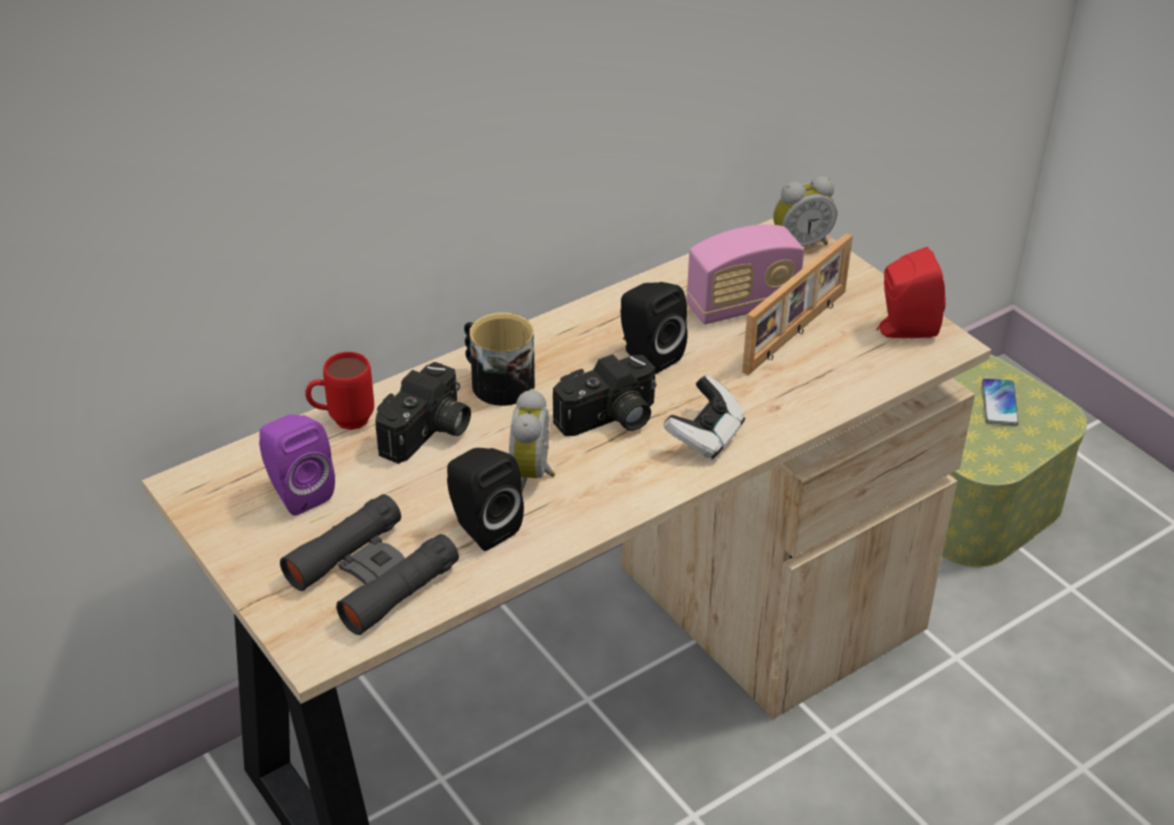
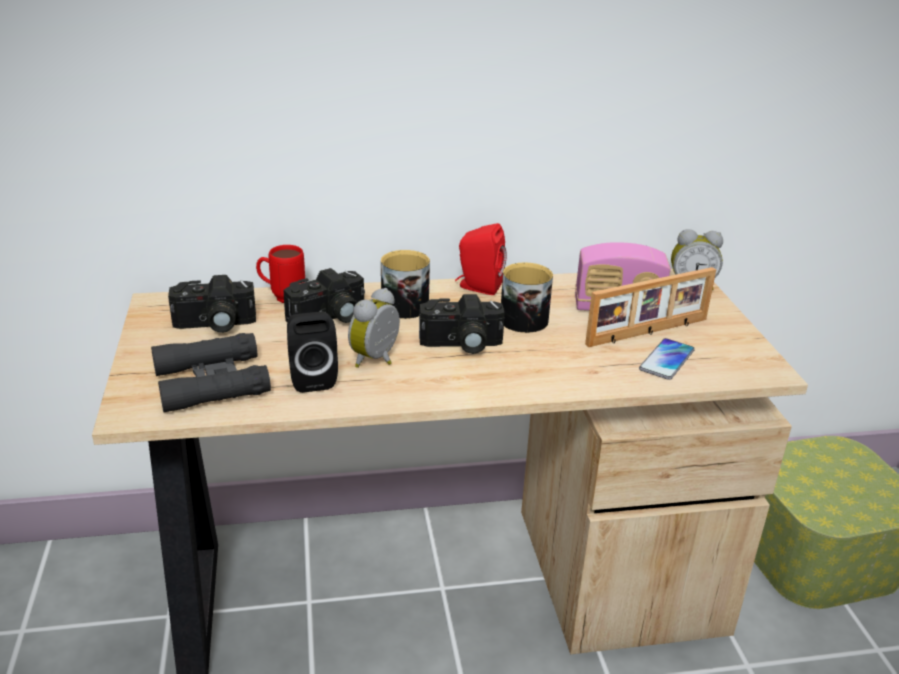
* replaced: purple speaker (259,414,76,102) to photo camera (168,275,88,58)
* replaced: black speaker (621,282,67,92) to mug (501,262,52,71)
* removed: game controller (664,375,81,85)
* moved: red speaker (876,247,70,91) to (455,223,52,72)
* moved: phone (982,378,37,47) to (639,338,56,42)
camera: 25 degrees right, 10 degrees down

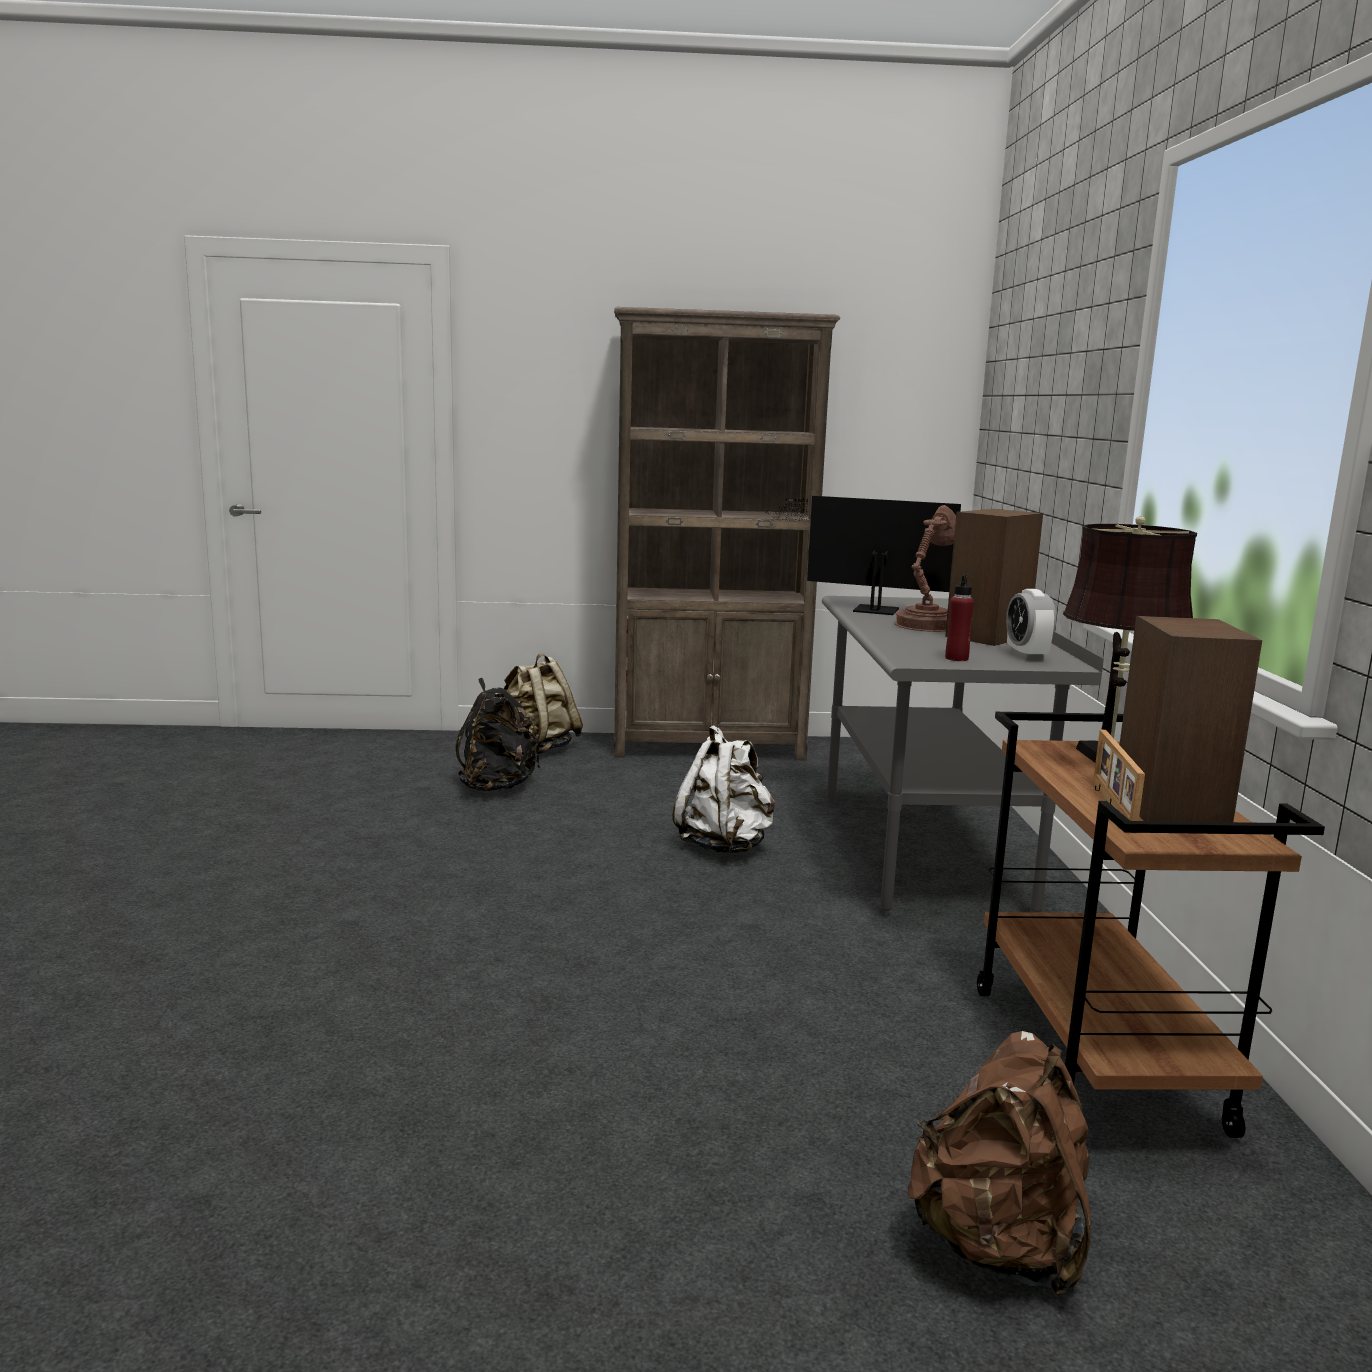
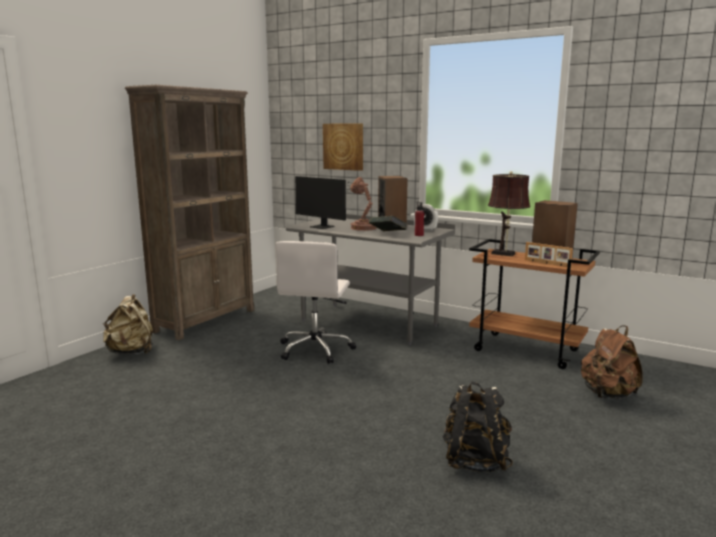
* moved: black backpack (455,678,85,113) to (443,381,70,92)
* replaced: white backpack (673,725,102,128) to white office chair (275,241,81,123)
* turned: monitor (768,496,193,119) = (295,176,65,53) 105 degrees counterclockwise
* added: picture (323,123,40,48)
* added: book (369,216,39,15)
camera: 55 degrees left, 0 degrees up

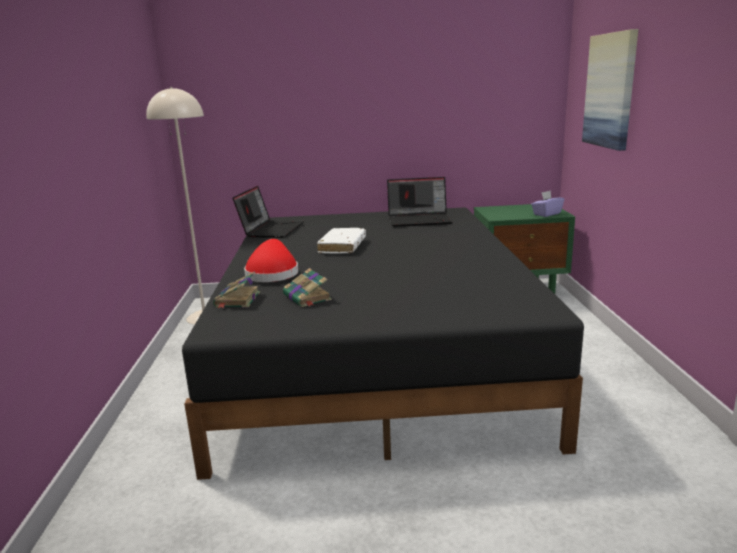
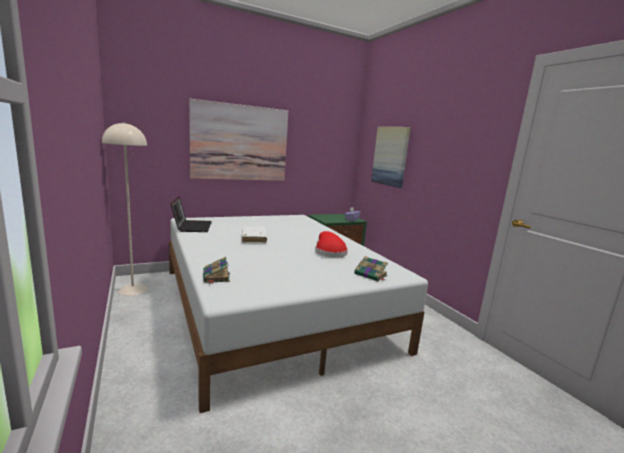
* recoloured: black bed (182,207,402,273) to white bed (169,215,259,198)
* moved: red hat (244,239,54,43) to (315,231,33,27)
* moved: book (283,268,49,39) to (354,256,34,25)
* removed: laptop (387,177,65,50)
* added: picture (189,99,99,82)
camera: 25 degrees left, 5 degrees down

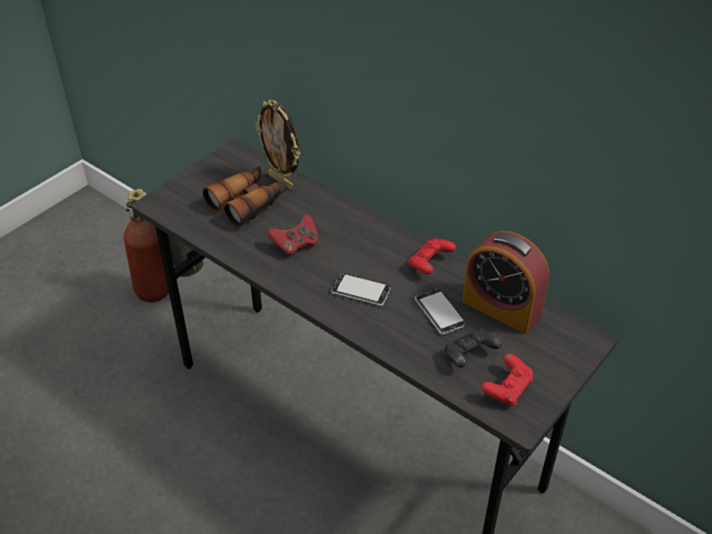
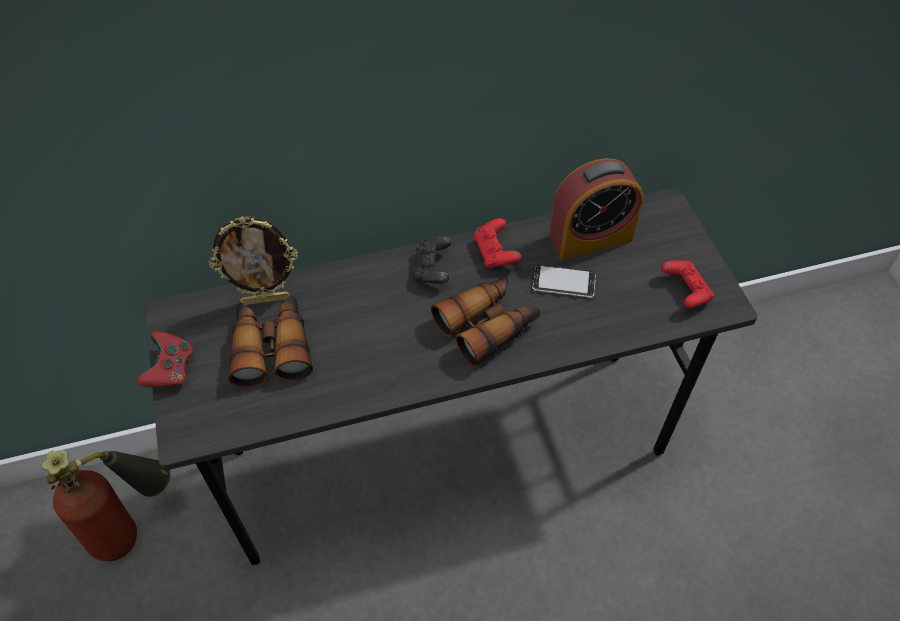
* moved: red game controller (267,214,51,42) to (137,331,56,56)
* replaced: phone (331,273,60,33) to binoculars (431,275,109,92)
* moved: black game controller (445,328,57,40) to (413,236,39,48)
camera: 55 degrees left, 10 degrees up

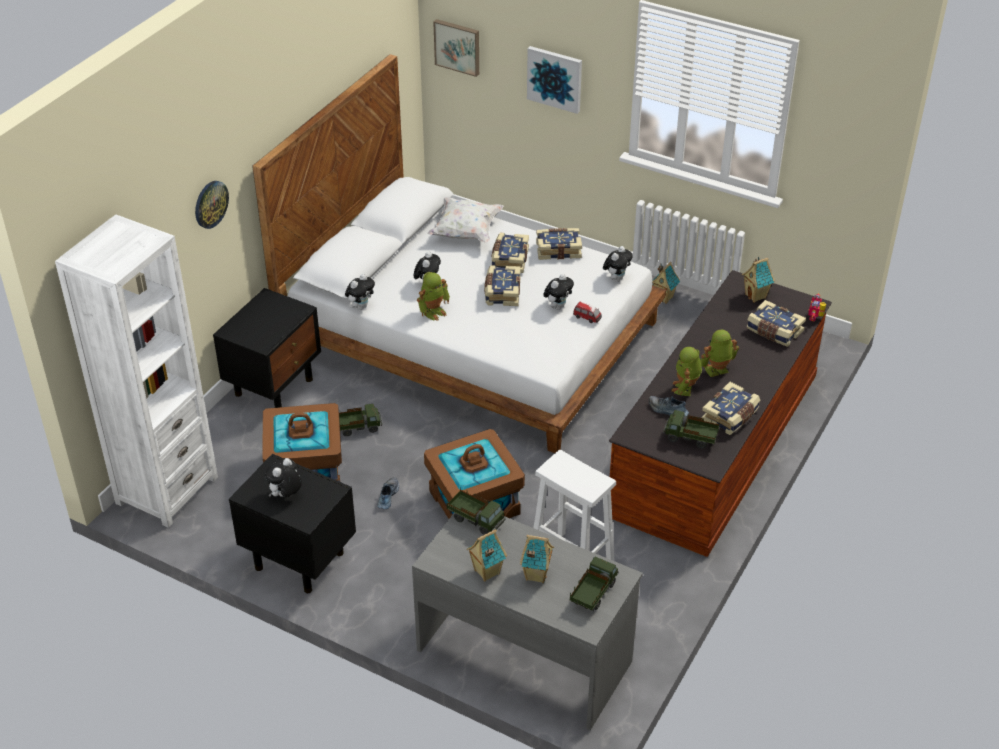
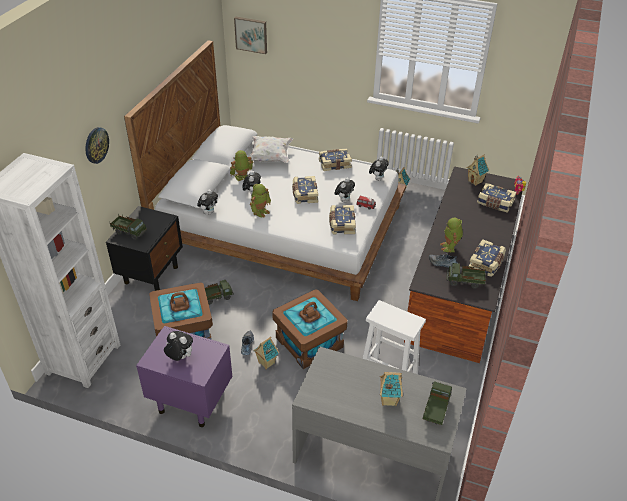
* recoloured: black nightstand (229,454,127,139) to purple nightstand (136,326,96,101)
* turned: plush toy (265,458,37,39) = (164,331,29,30) 90 degrees clockwise
* moved: toy truck (447,488,59,47) to (109,214,38,26)
* moved: toy house (467,529,40,53) to (253,337,26,32)
* moved: book (492,233,37,40) to (329,205,27,29)
* removed: picture (527,46,55,68)
* moved: toy robot (700,330,39,47) to (230,150,23,31)
camera: 10 degrees left, 0 degrees up

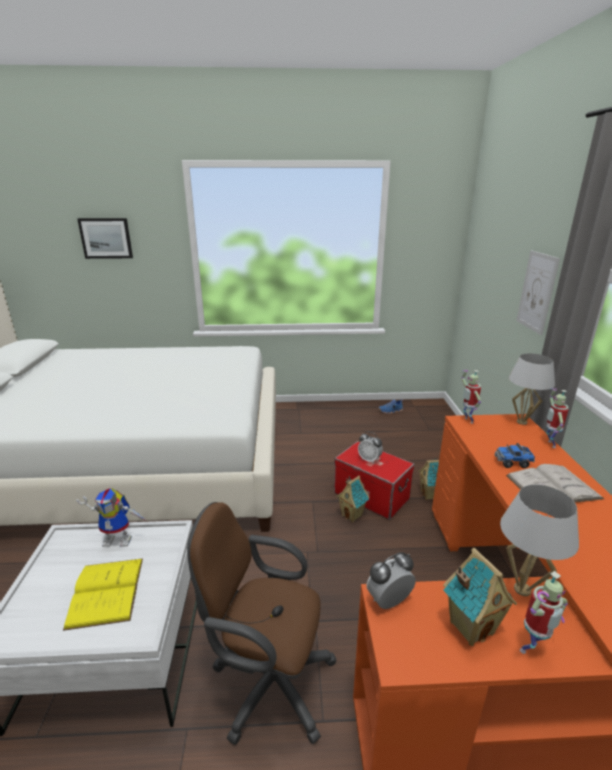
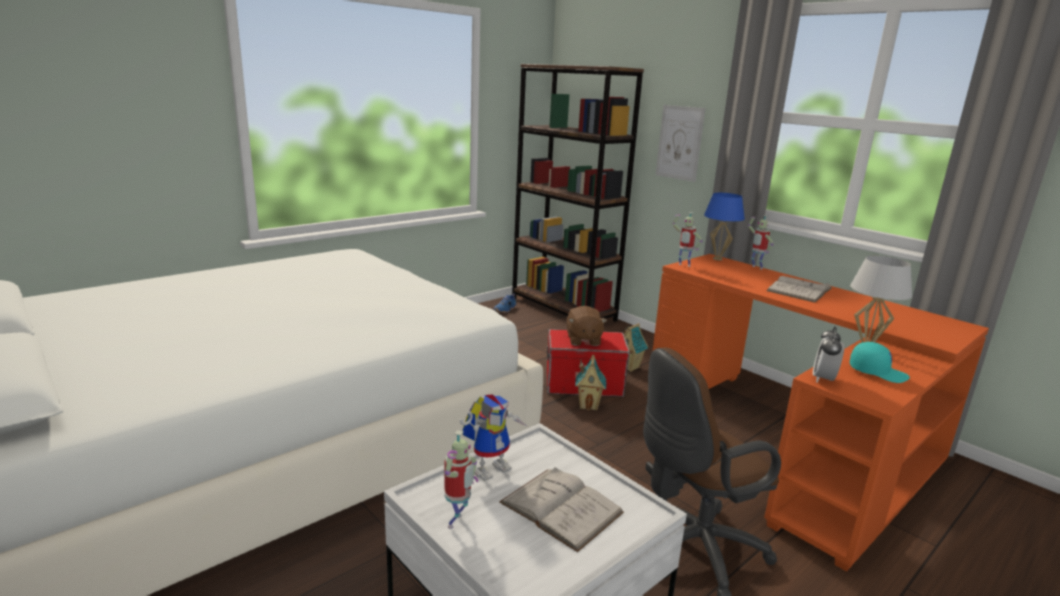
* recoloured: yellow book (63,558,80,73) to white book (499,468,125,84)
* removed: picture (77,218,56,41)
* replaced: alarm clock (358,432,25,32) to brown plush toy (567,306,40,40)
* replaced: toy house (443,548,74,98) to turquoise cap (850,342,60,41)
* removed: toy truck (495,443,40,25)
* recoloured: white table lamp (509,353,46,72) to blue table lamp (704,193,41,67)
* moved: toy robot (520,571,48,83) to (444,430,34,99)
* added: brown bookcase (512,64,132,258)
camera: 40 degrees left, 5 degrees down

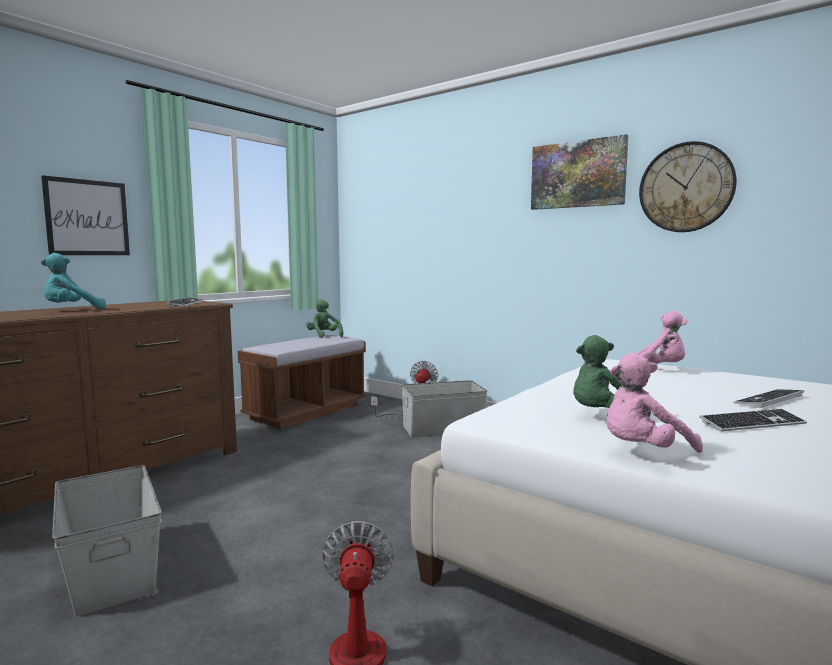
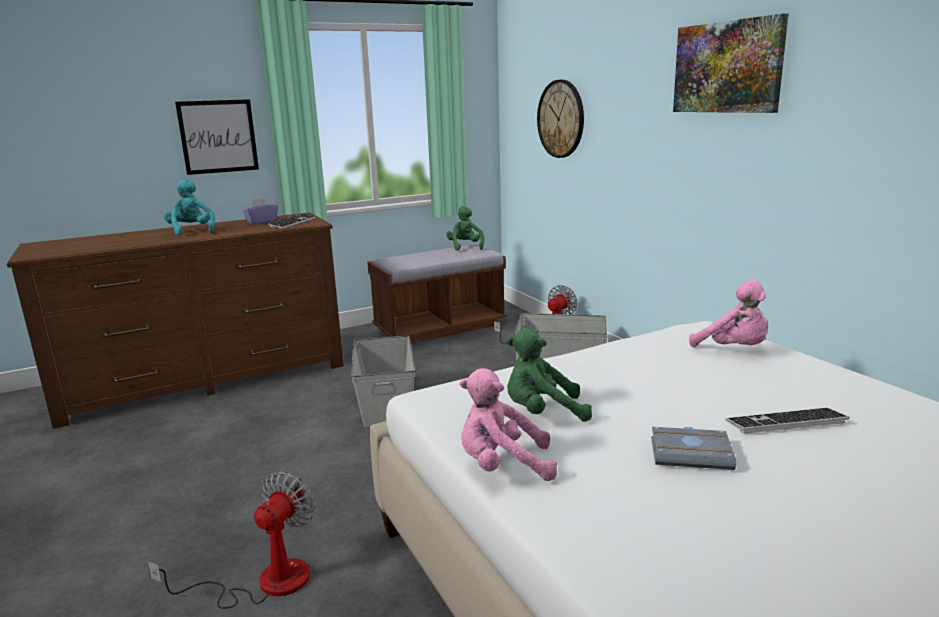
* turned: turquoise plush toy (41,253,65,55) = (164,179,51,56) 75 degrees clockwise
* moved: grey storage box (52,465,110,152) to (351,335,64,92)
* moved: wall clock (639,141,98,91) to (537,80,47,78)
* replaced: keyboard (700,409,107,22) to grey book (651,427,85,43)
* added: purple tissue box (243,197,35,28)
camera: 25 degrees right, 10 degrees up

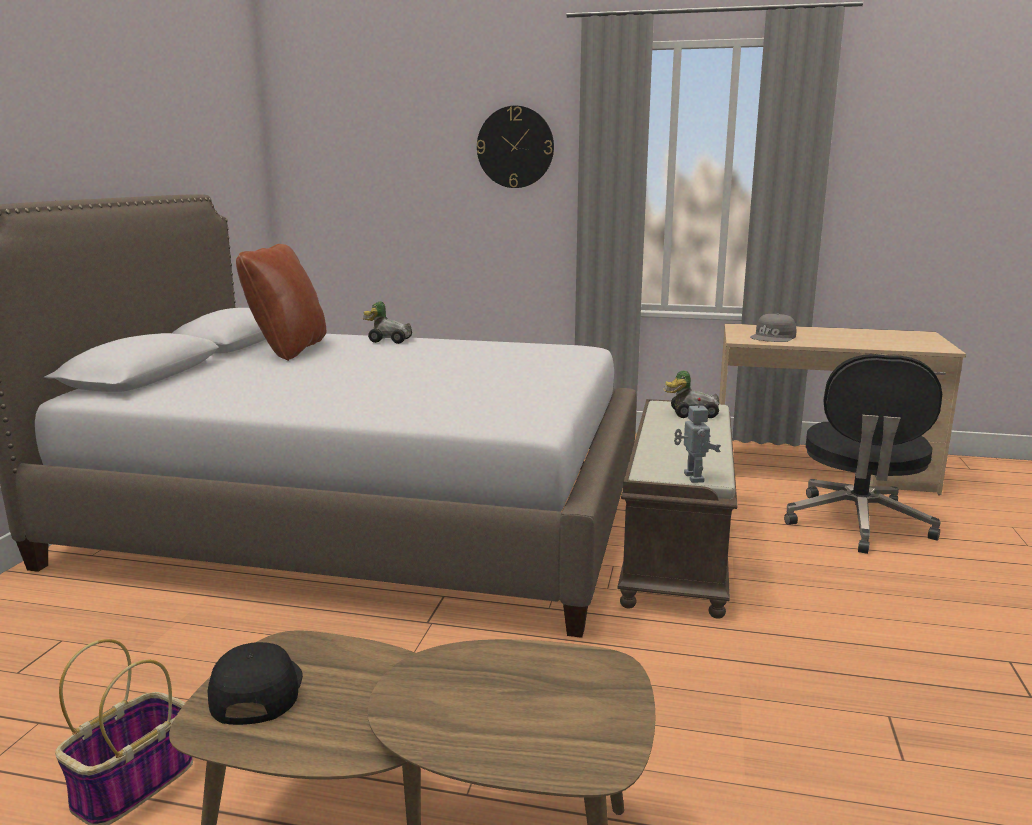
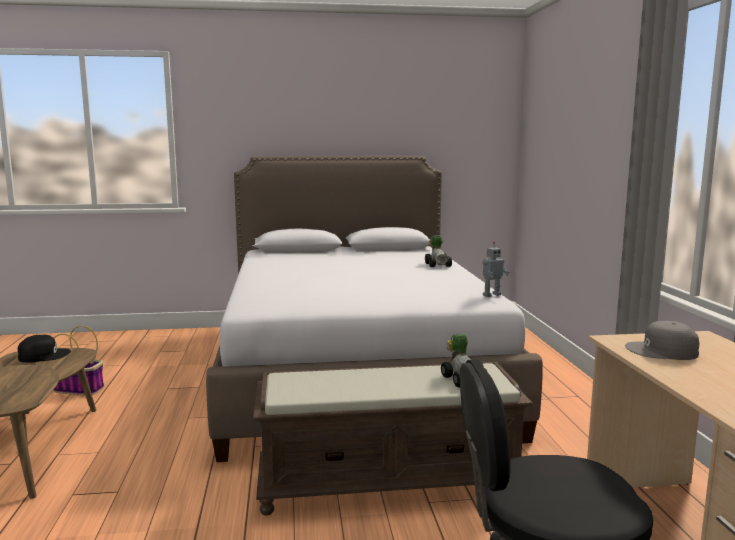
* removed: brown pillow (236,244,91,117)
* removed: wall clock (477,106,77,82)
* moved: toy robot (674,398,47,85) to (482,242,27,55)
camera: 70 degrees right, 5 degrees down

